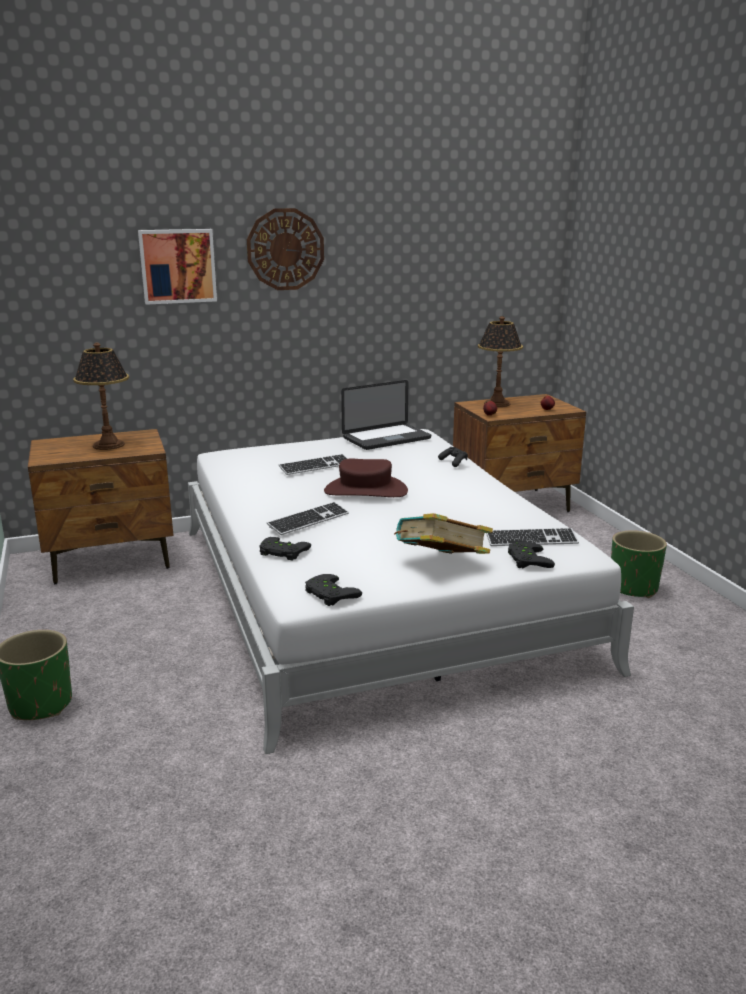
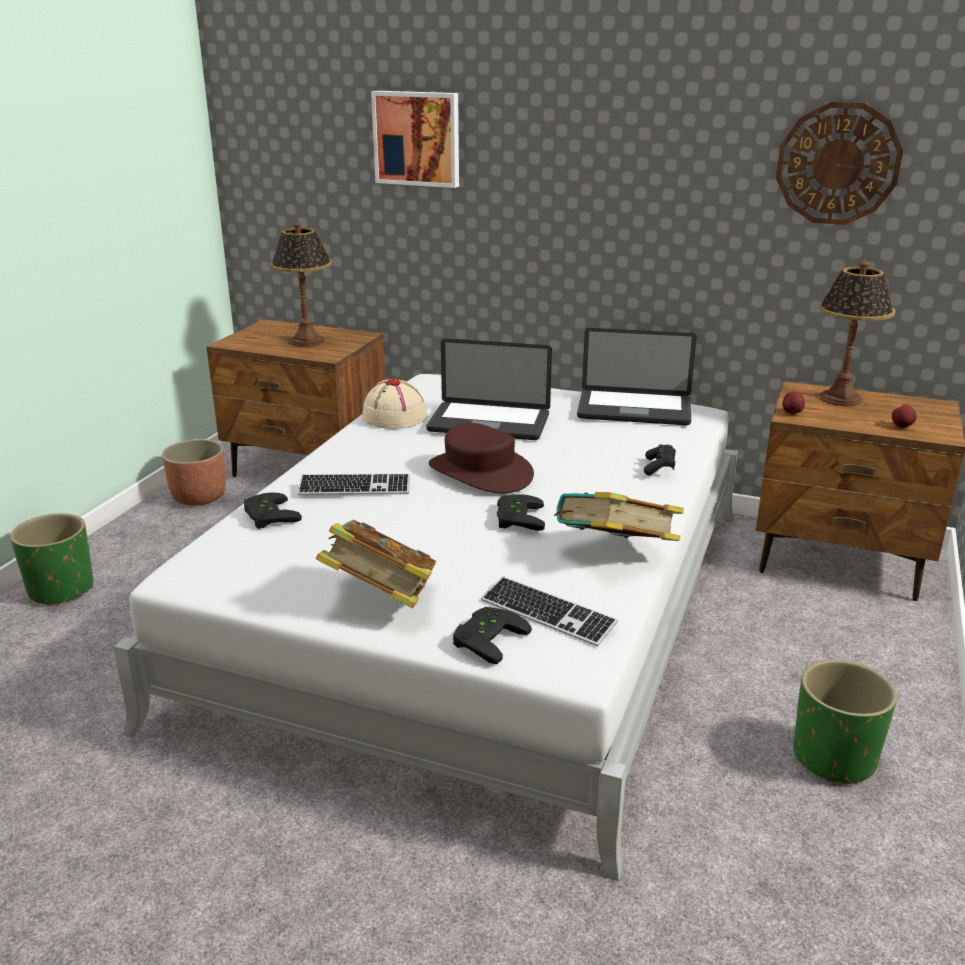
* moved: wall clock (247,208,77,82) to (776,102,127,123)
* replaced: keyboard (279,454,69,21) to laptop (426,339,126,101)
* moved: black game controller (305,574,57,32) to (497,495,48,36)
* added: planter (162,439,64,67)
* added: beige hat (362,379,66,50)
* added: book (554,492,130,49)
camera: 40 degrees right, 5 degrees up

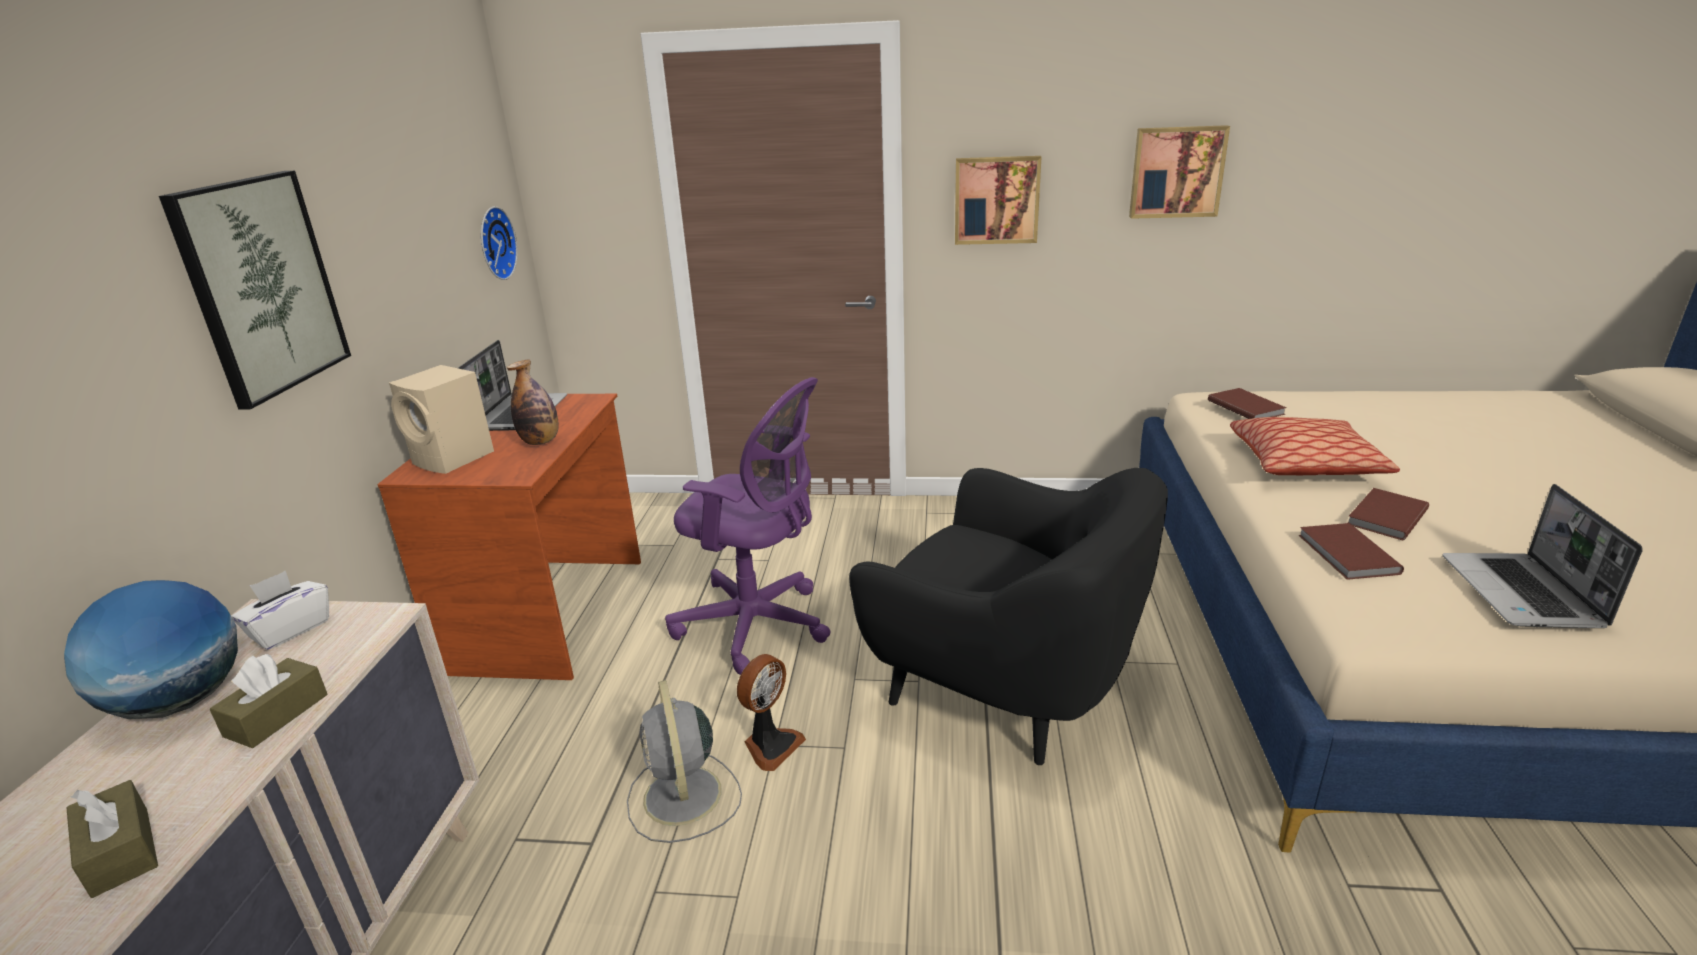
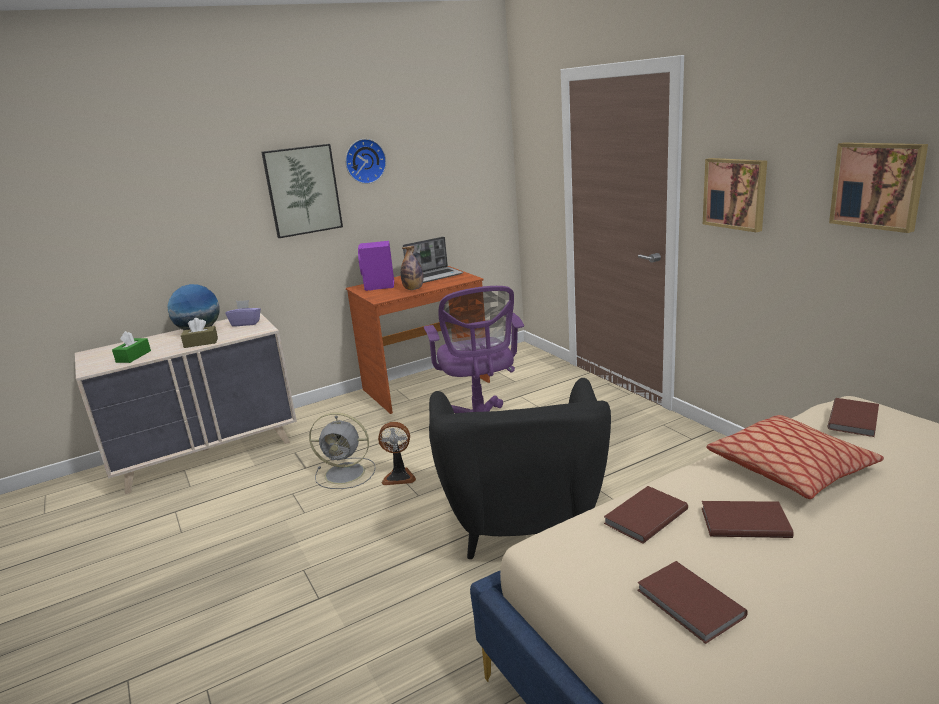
* recoloured: brown tissue box (67,780,91,118) to green tissue box (112,331,39,32)
* recoloured: white tissue box (231,571,98,79) to purple tissue box (225,300,36,26)
* recoloured: beige speaker (389,365,105,109) to purple speaker (358,241,36,50)
* moved: wall clock (481,206,37,74) to (345,139,41,45)
* turned: grey fan (627,680,115,163) = (309,412,67,77) 120 degrees counterclockwise
* replaced: laptop (1442,484,201,144) to brown book (637,561,111,83)
camera: 55 degrees right, 5 degrees down

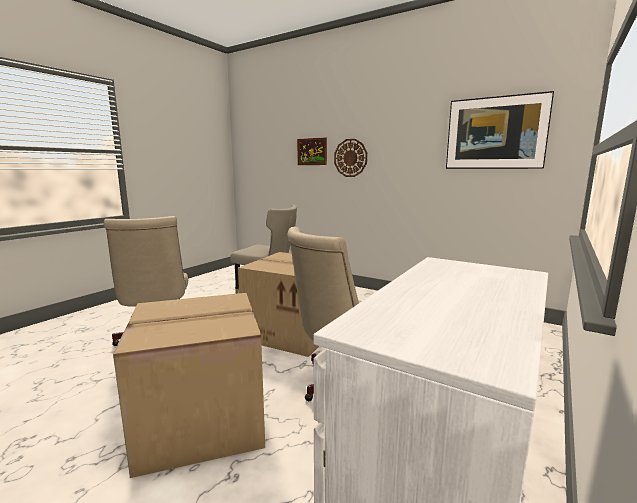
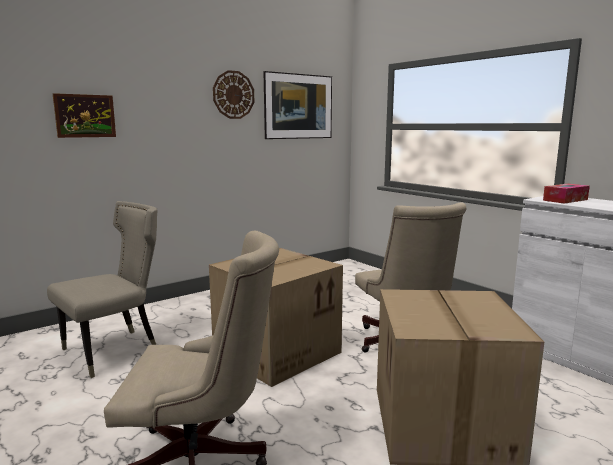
* moved: wall clock (334,139,33,38) to (213,70,41,49)
* added: tissue box (543,184,47,20)
camera: 70 degrees left, 0 degrees up

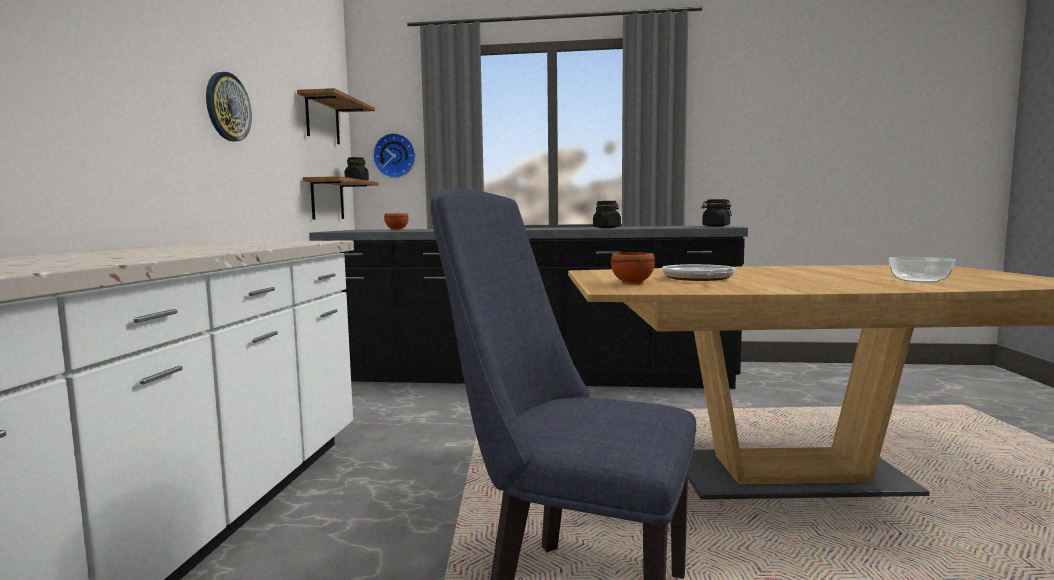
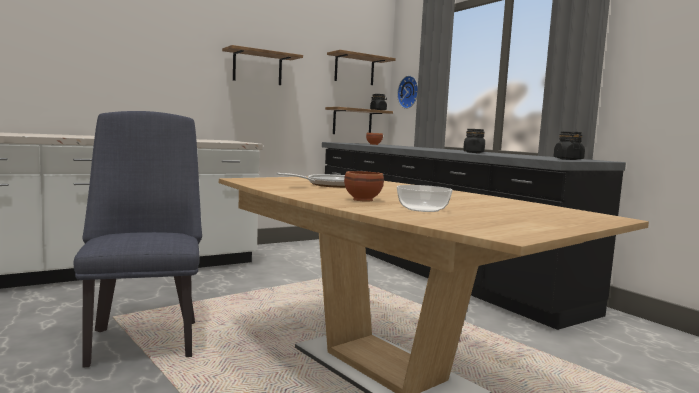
* replaced: wall clock (206,72,46,69) to shelf (222,45,81,40)
* moved: brown bowl (611,252,44,33) to (344,171,40,30)
camera: 50 degrees right, 0 degrees up

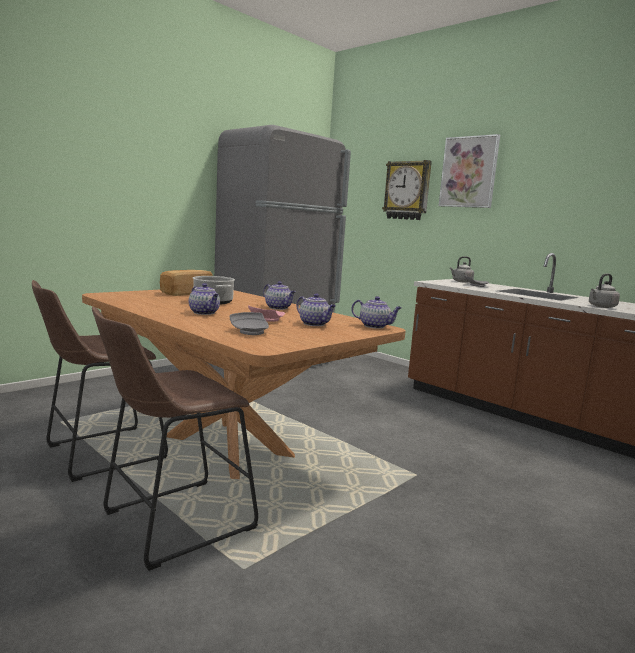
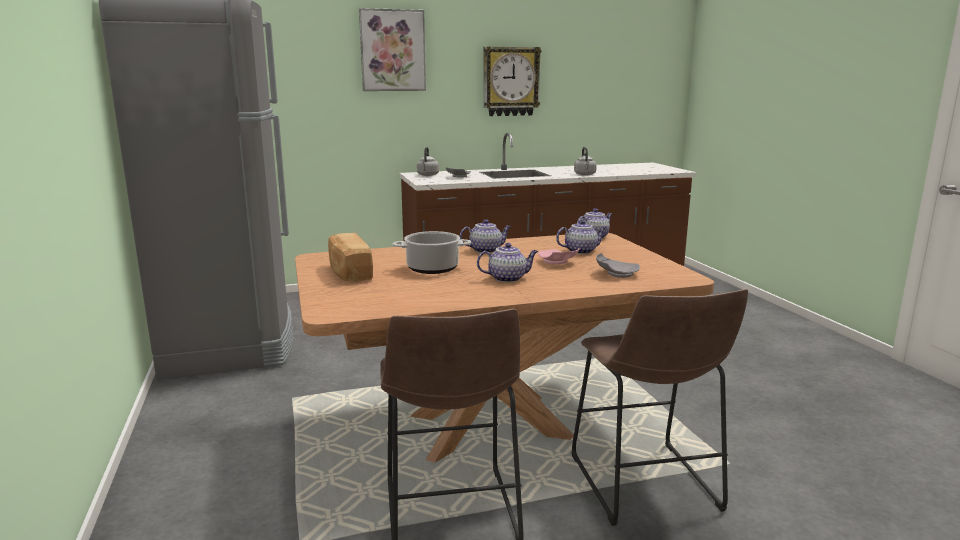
* moved: wall clock (382,160,50,60) to (483,46,58,70)
camera: 60 degrees left, 5 degrees up

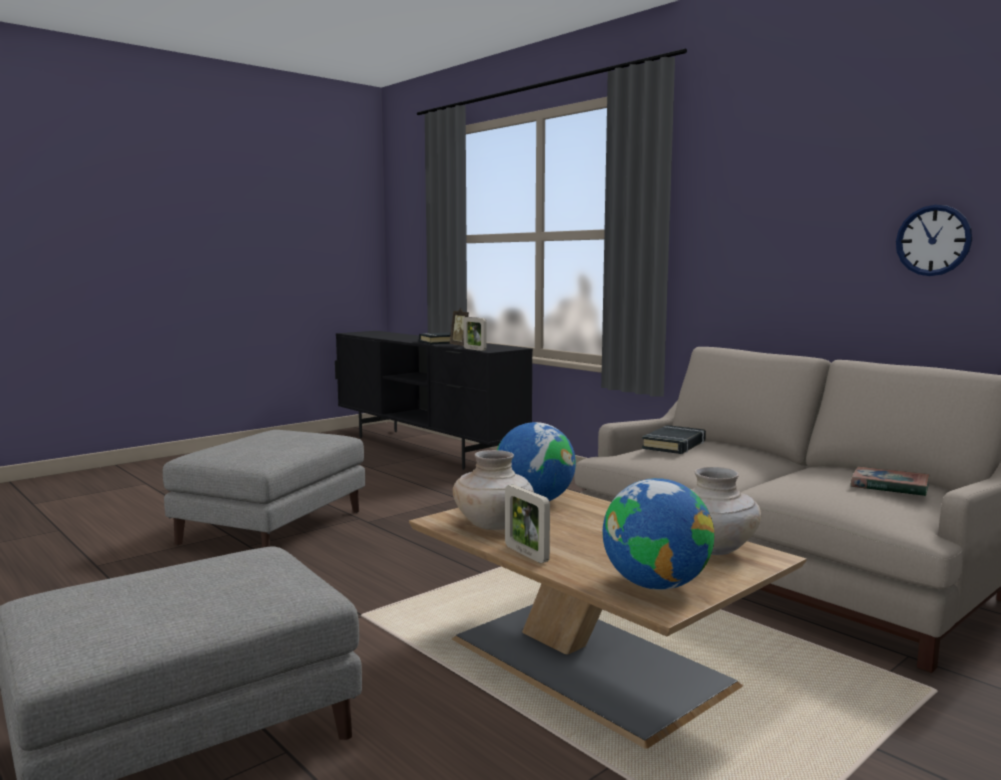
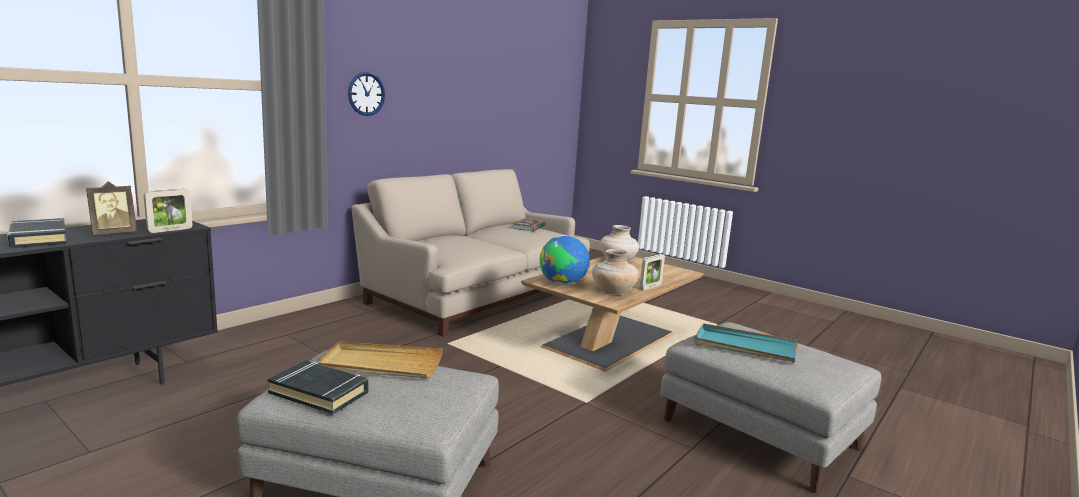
* removed: globe (603,478,111,112)
* moved: black book (642,425,64,29) to (268,361,100,53)
* moved: wall clock (896,205,76,71) to (348,72,37,44)
* added: beige tray (316,341,127,37)
* added: turquoise tray (694,323,104,39)
camera: 100 degrees left, 5 degrees up

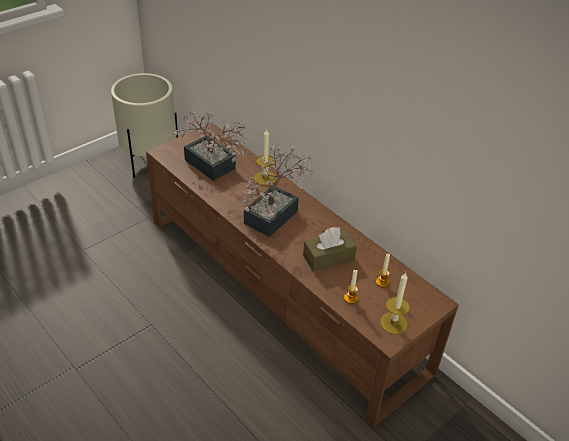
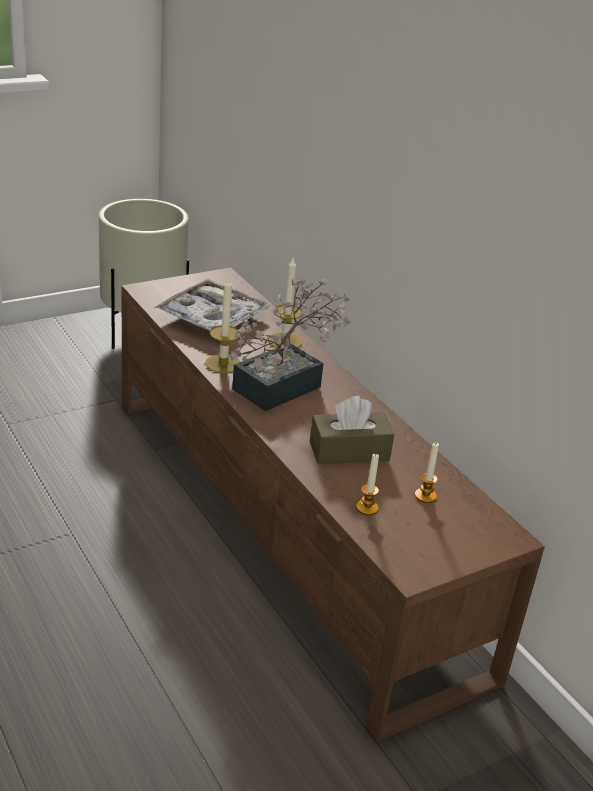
* replaced: potted plant (173,112,78,69) to tray (153,279,117,52)
* moved: candle (380,272,30,62) to (205,276,36,97)
camera: 10 degrees right, 10 degrees down

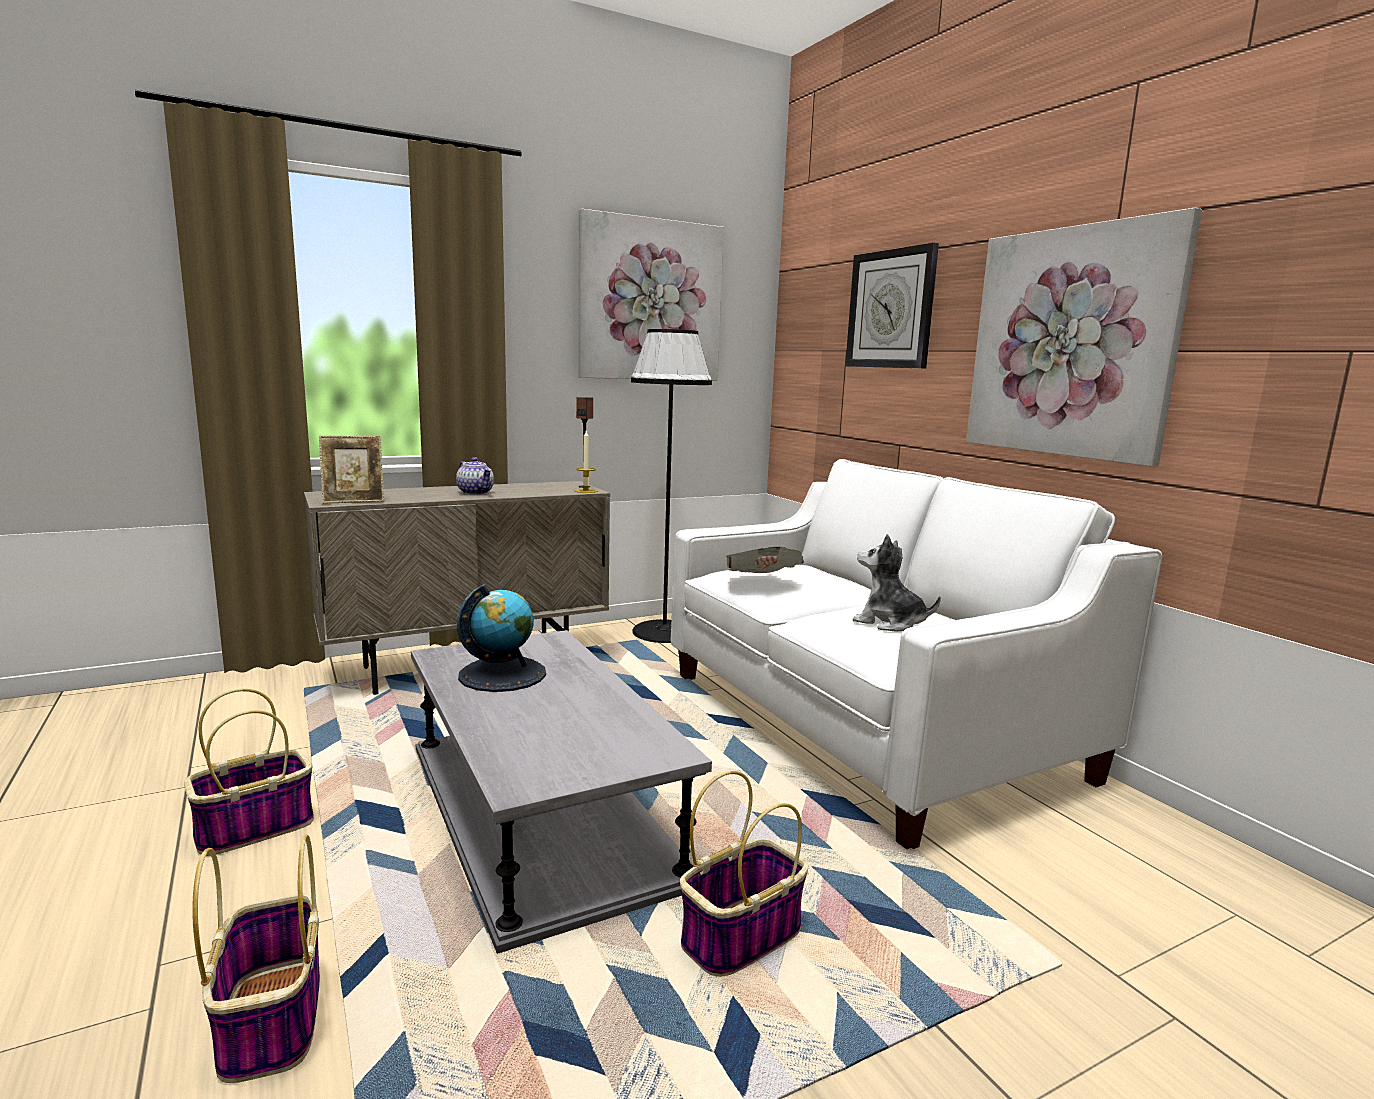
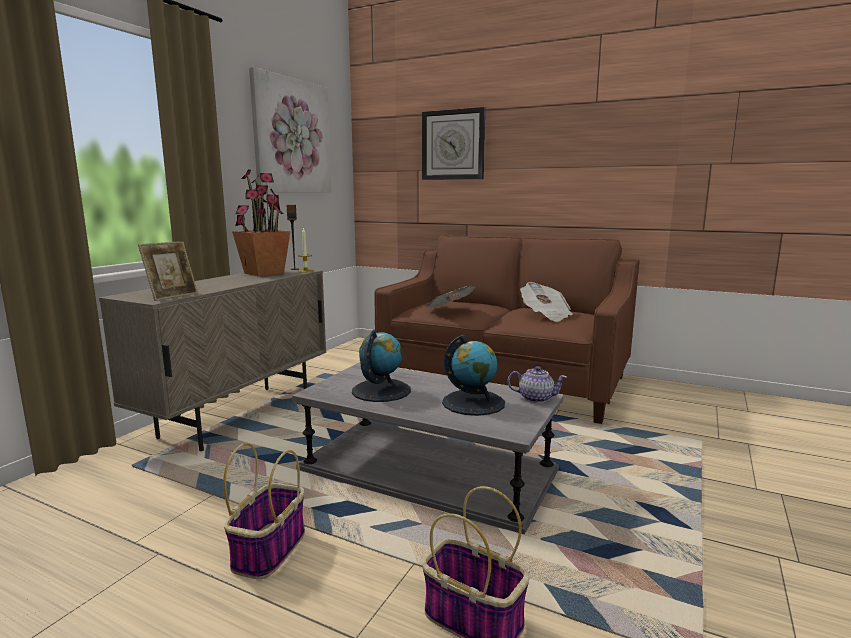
* moved: teapot (456,457,38,38) to (507,366,60,37)
* removed: black floor lamp (631,329,81,314)
* recoloured: white sofa (671,459,491,390) to brown sofa (374,235,266,189)
* removed: basket (680,771,128,206)
* replaced: plush toy (853,534,88,98) to newspaper (520,282,53,40)
* removed: picture (966,208,236,258)
* added: potted plant (232,169,58,107)
* added: globe (442,335,63,81)
camera: 35 degrees left, 0 degrees up

